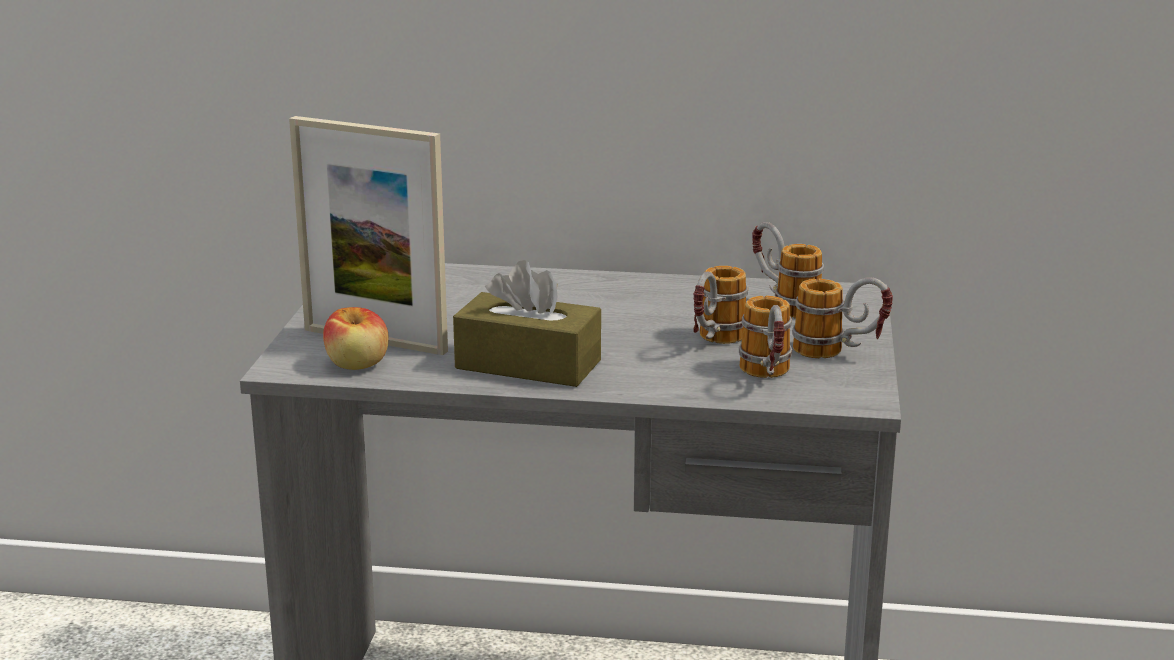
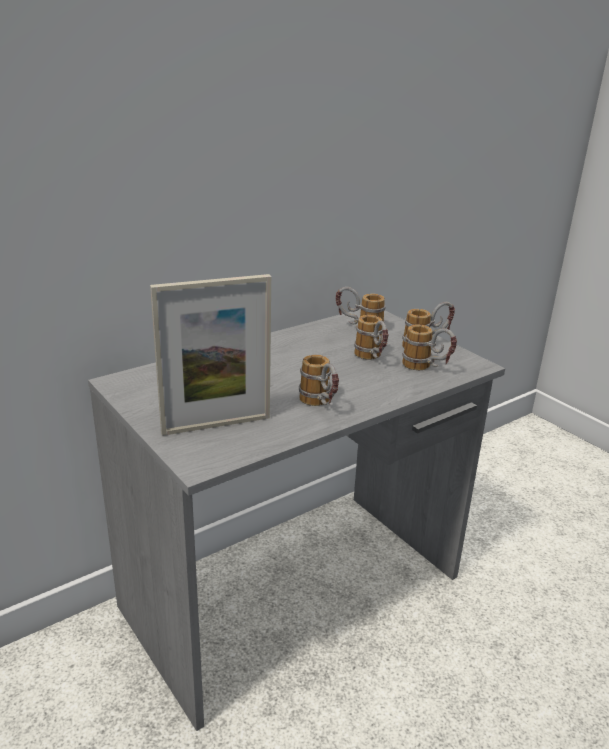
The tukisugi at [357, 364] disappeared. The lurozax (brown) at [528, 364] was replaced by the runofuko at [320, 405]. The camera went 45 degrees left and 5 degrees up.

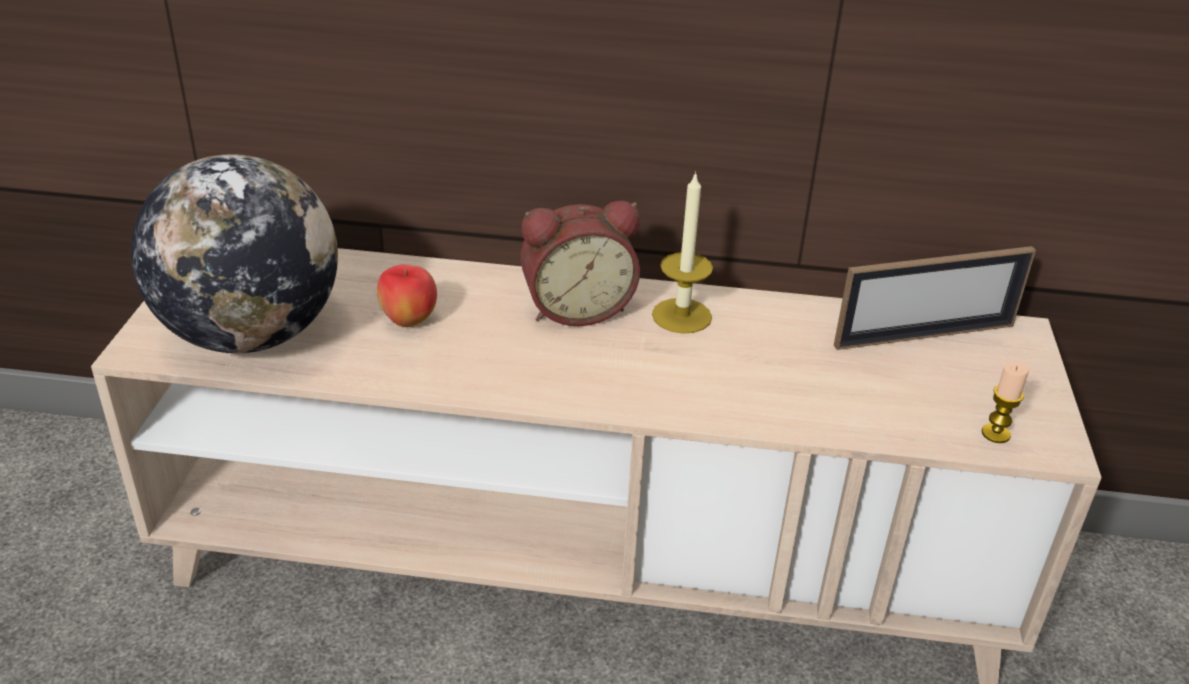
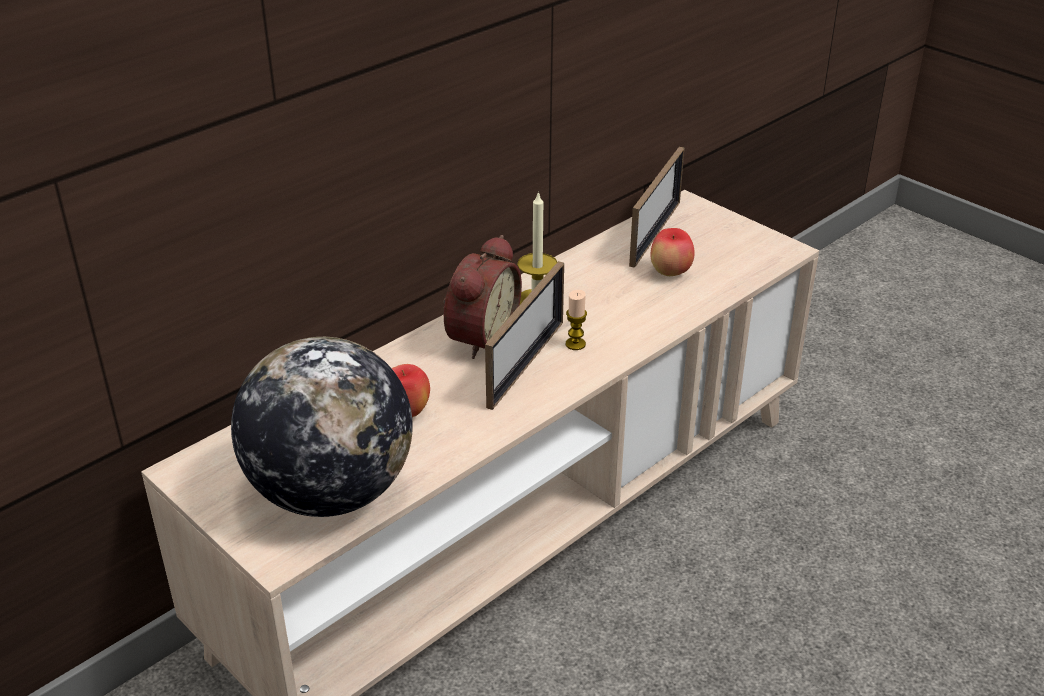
The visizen at [526, 363] appeared. The tukisugi at [670, 273] appeared. The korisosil moved from [995, 434] to [575, 344]. The camera went 50 degrees left and 0 degrees up.

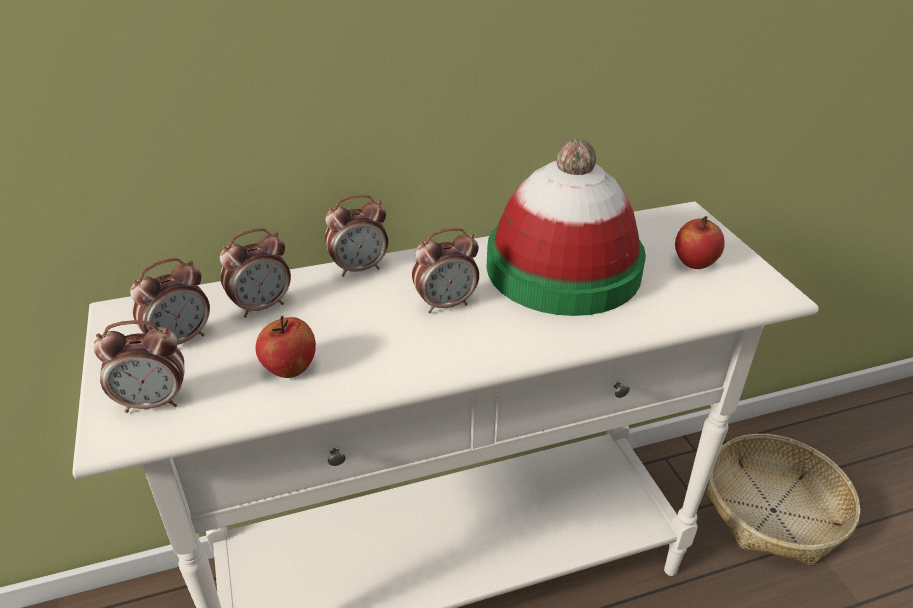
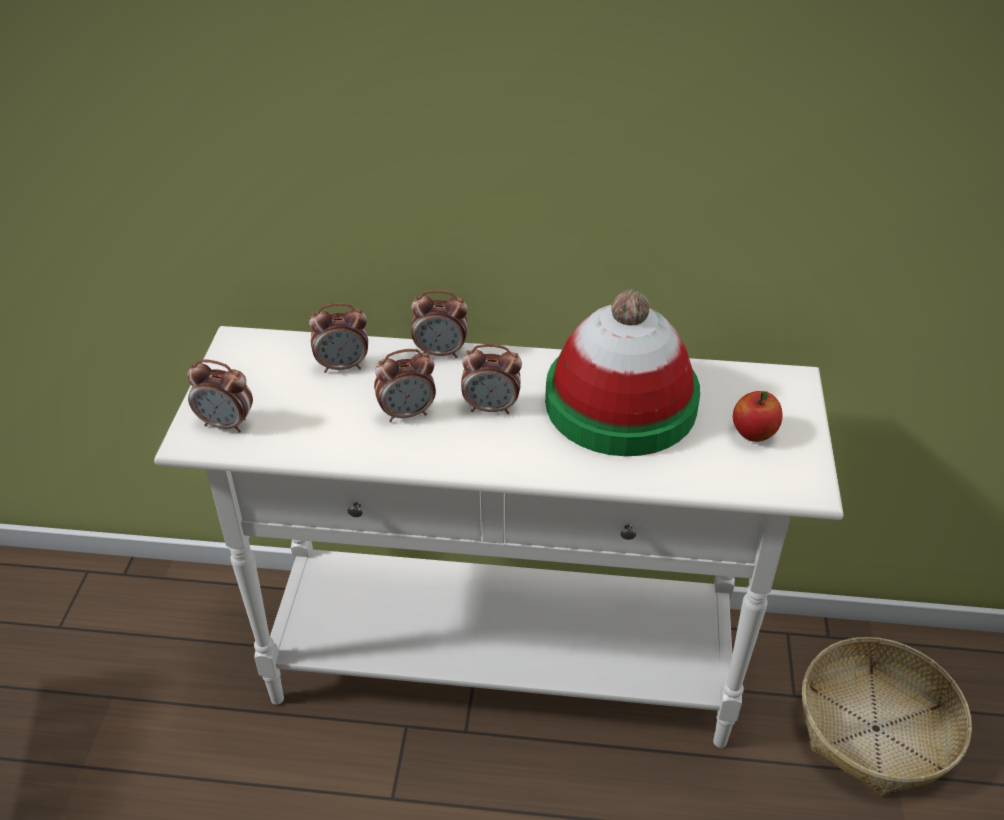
The tukisugi at [289, 369] disappeared. The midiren moved from [180, 339] to [407, 413]. The camera went 25 degrees right and 5 degrees up.

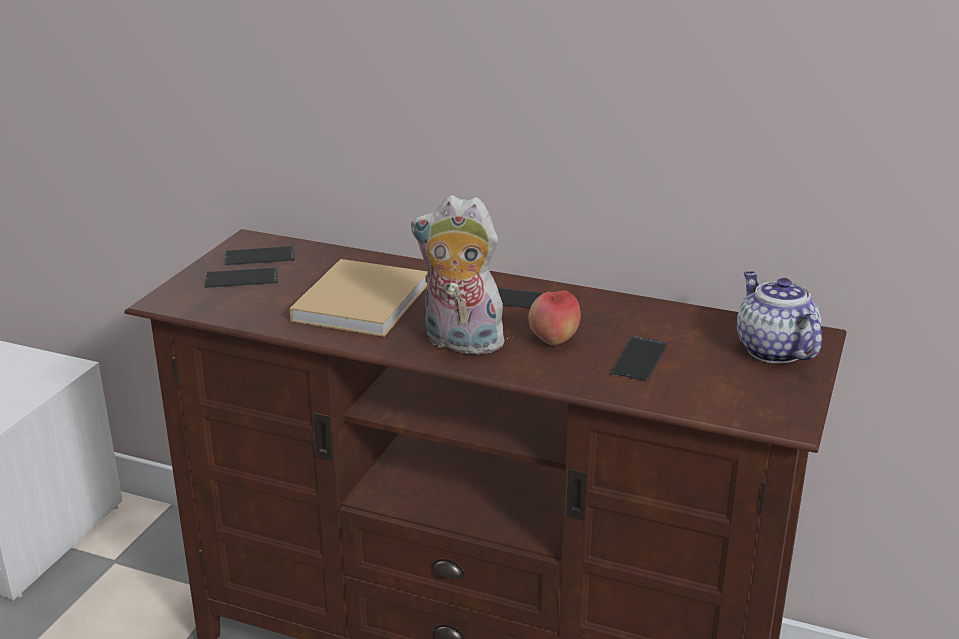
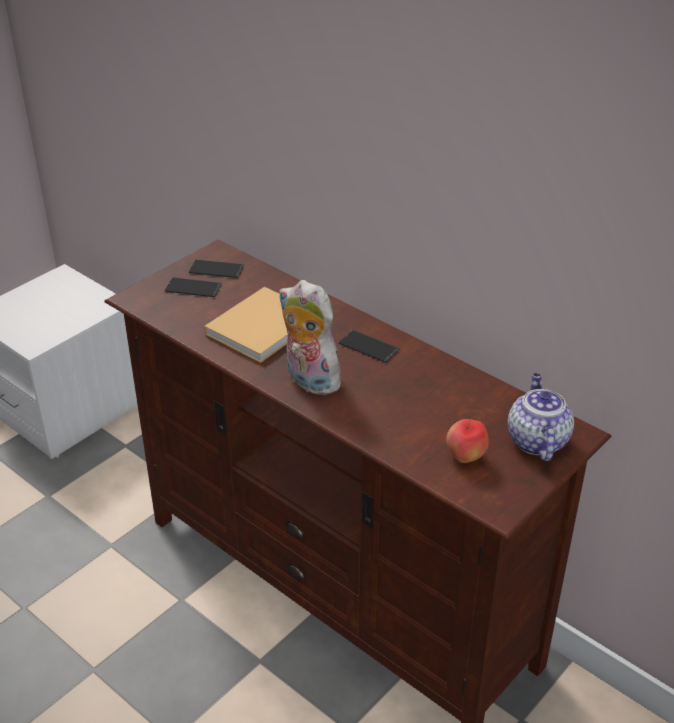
The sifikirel at [639, 359] disappeared. The tukisugi moved from [553, 341] to [465, 457]. The camera went 20 degrees right and 10 degrees up.

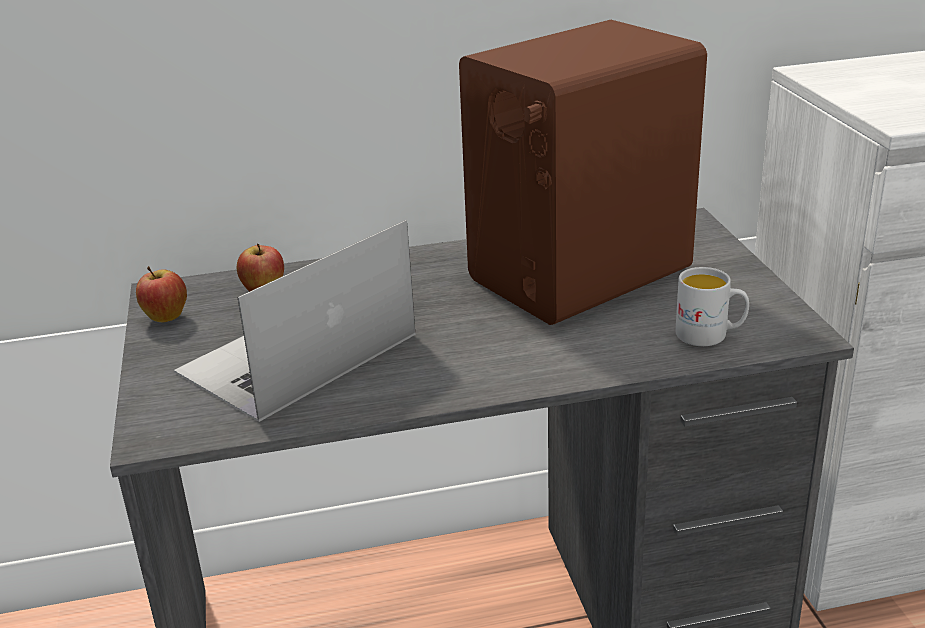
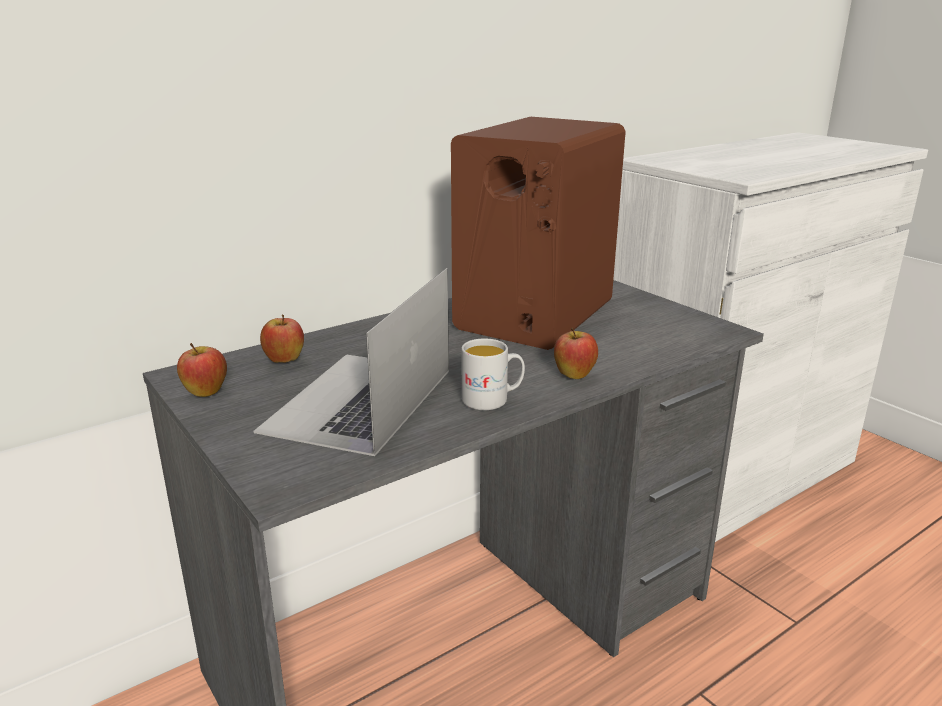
The tukisugi at [574, 376] appeared. The runofuko (white) moved from [710, 335] to [493, 399]. The camera went 25 degrees left and 5 degrees down.

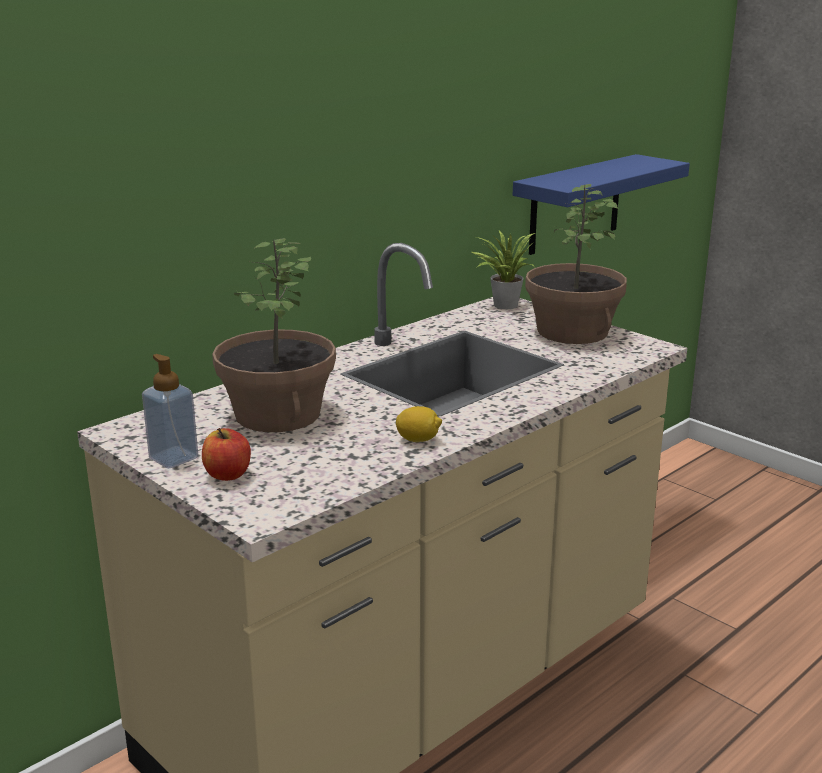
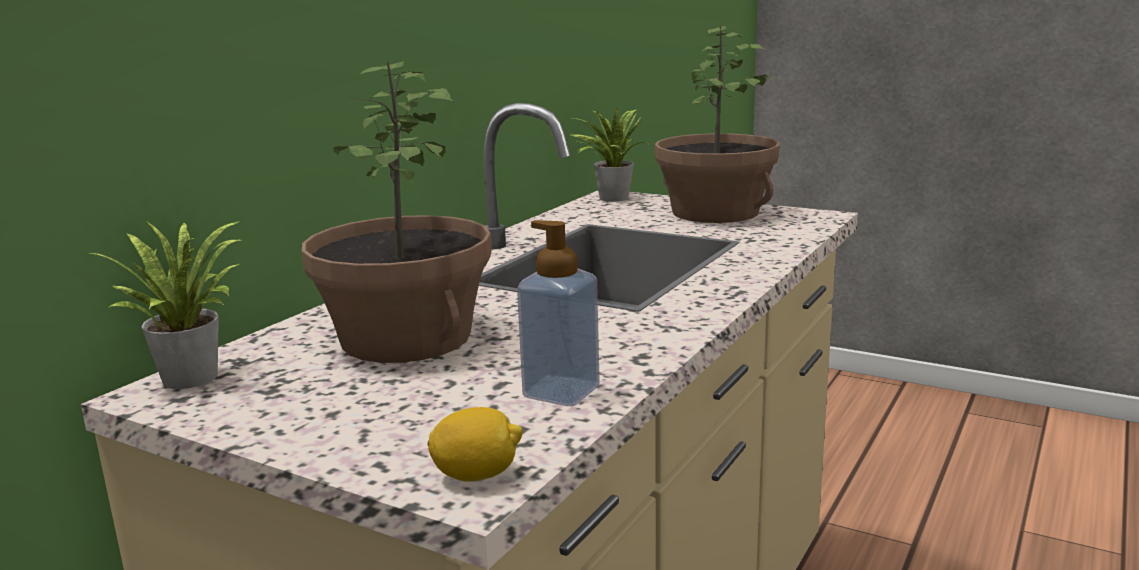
The tukisugi at [227, 474] disappeared. The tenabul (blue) at [575, 204] disappeared. The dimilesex at [194, 375] appeared. The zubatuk moved from [173, 458] to [561, 392]. The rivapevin moved from [418, 439] to [477, 475]. The camera went 15 degrees left and 5 degrees down.

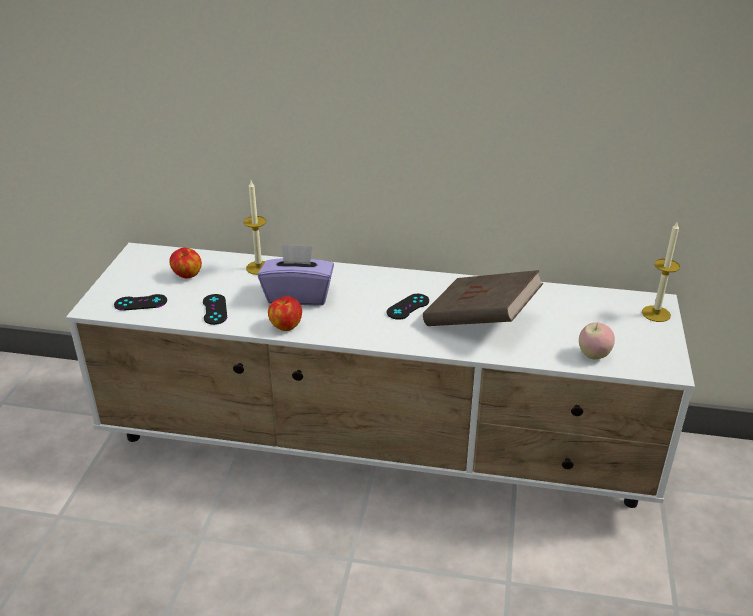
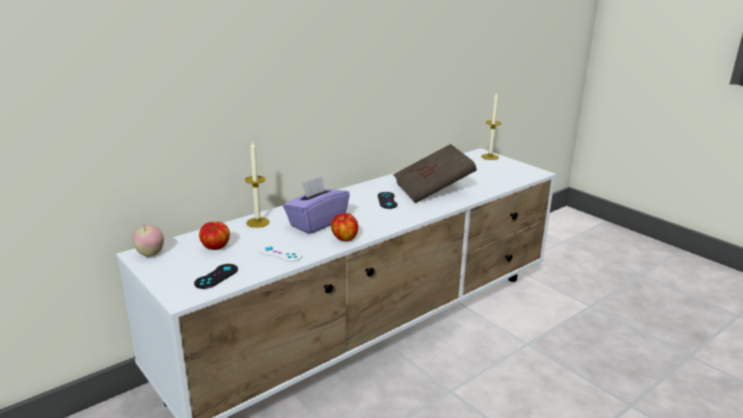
The tukisugi moved from [593, 355] to [150, 254]. The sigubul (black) at [215, 309] became the sigubul (white) at [280, 253]. The camera went 50 degrees left and 10 degrees down.

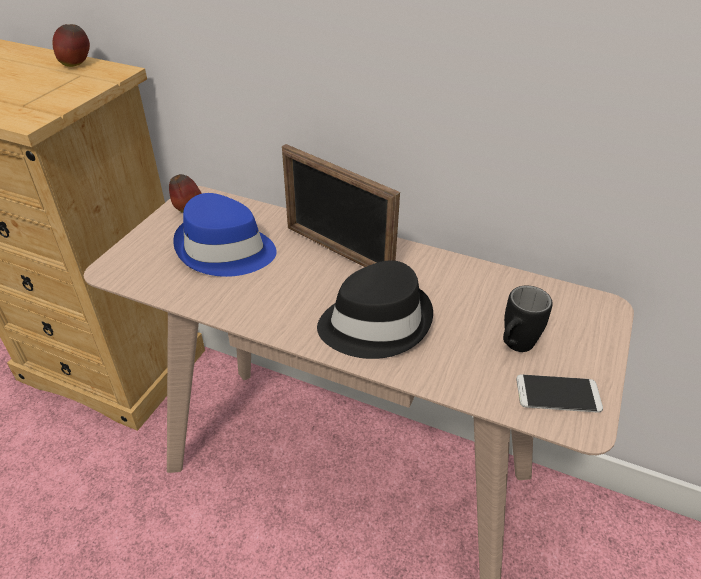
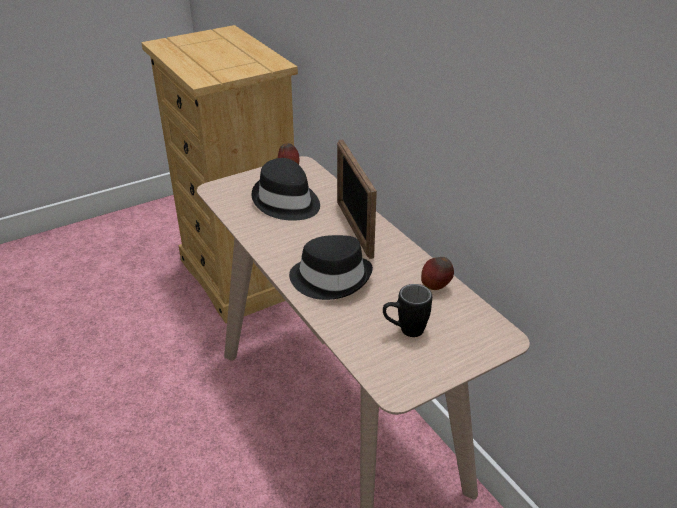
The sifikirel at [558, 394] disappeared. The tukisugi moved from [76, 65] to [435, 287]. The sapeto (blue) at [225, 250] became the sapeto (black) at [286, 202]. The camera went 35 degrees right and 5 degrees down.

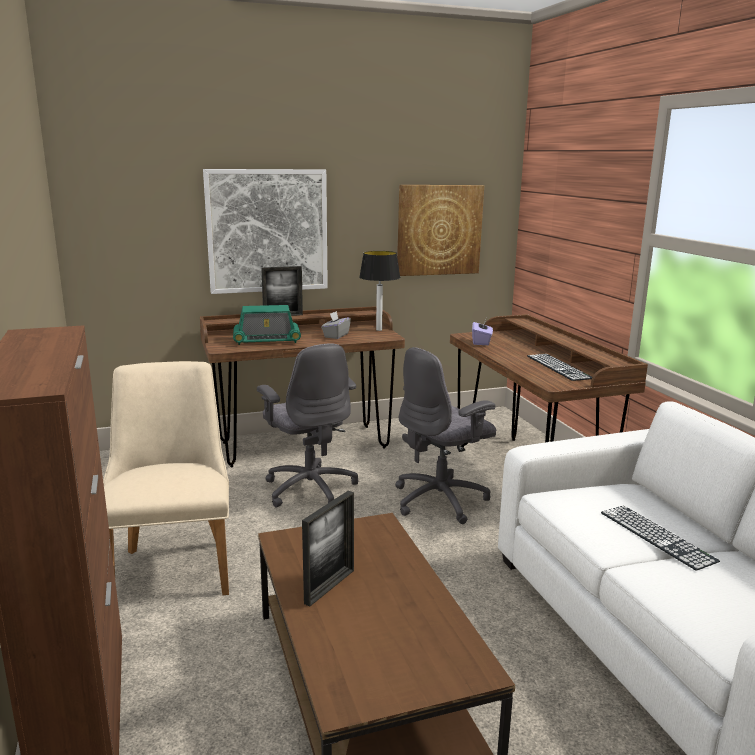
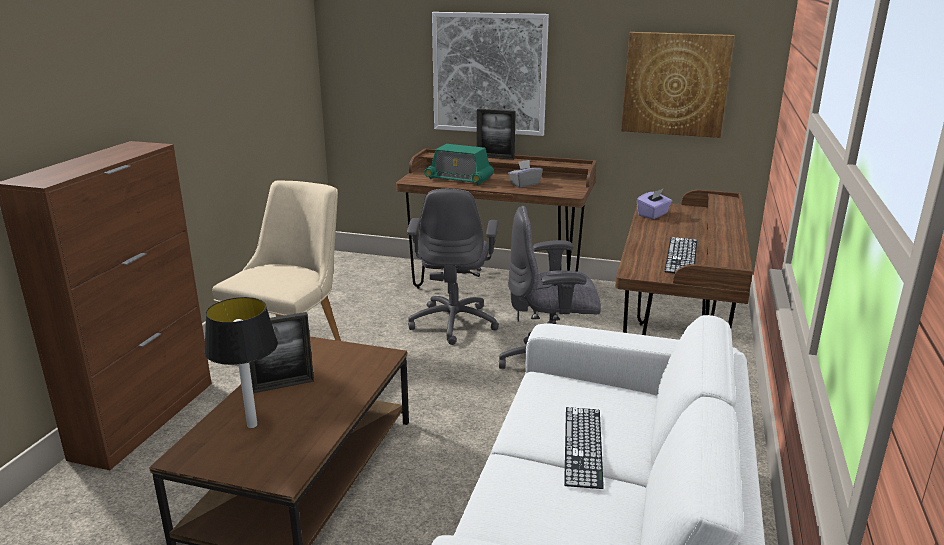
The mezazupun moved from [378, 330] to [251, 425]. The camera went 35 degrees right and 5 degrees up.

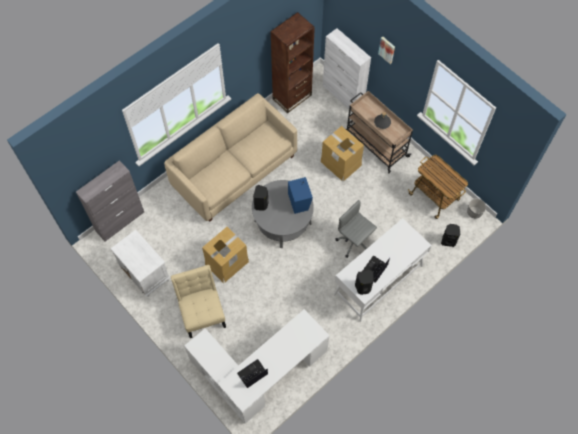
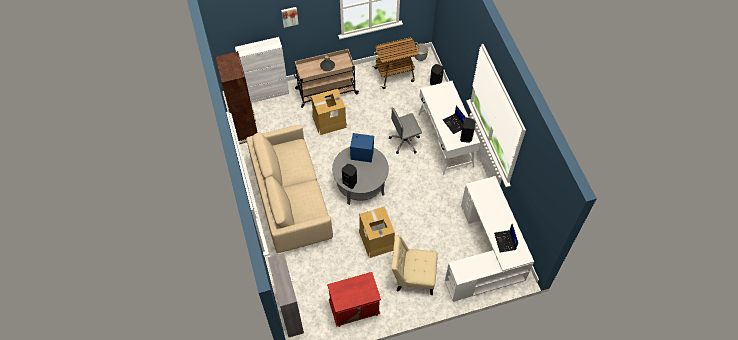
The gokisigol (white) at [145, 273] became the gokisigol (red) at [354, 309]. The camera went 65 degrees left and 5 degrees down.

